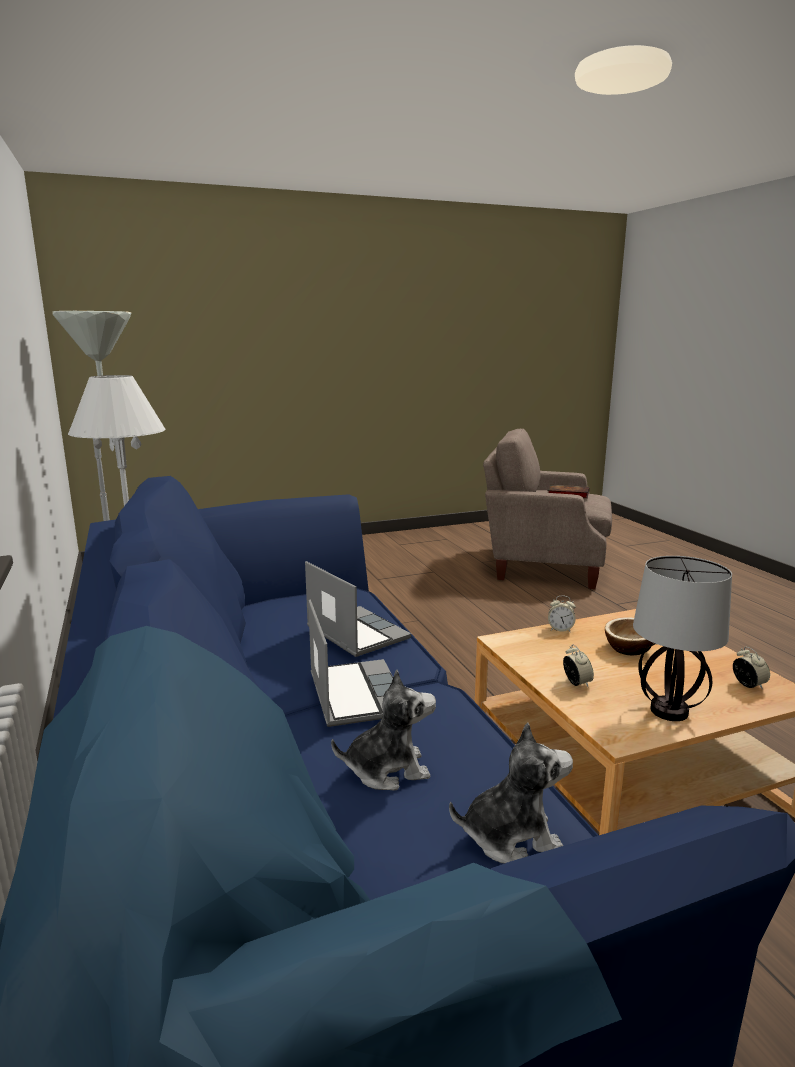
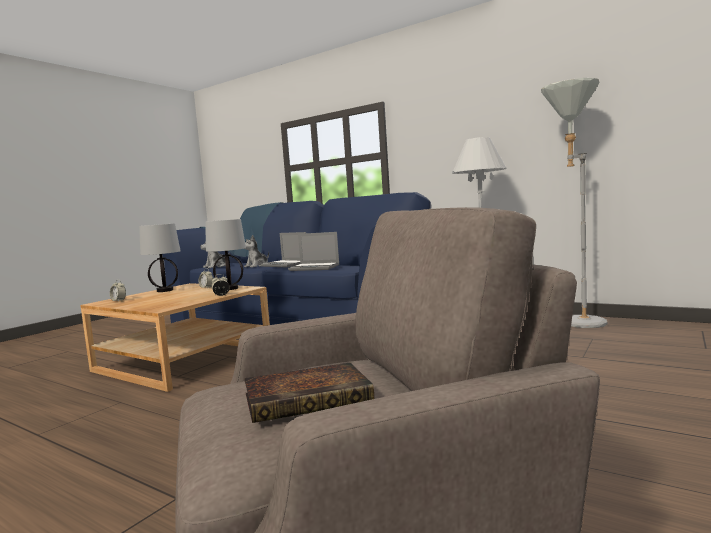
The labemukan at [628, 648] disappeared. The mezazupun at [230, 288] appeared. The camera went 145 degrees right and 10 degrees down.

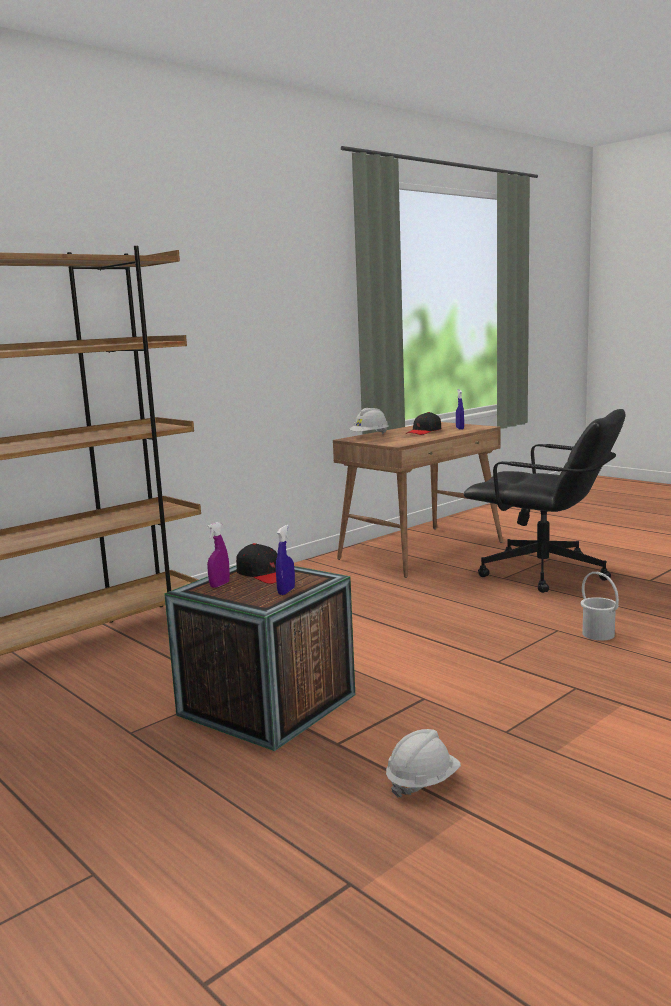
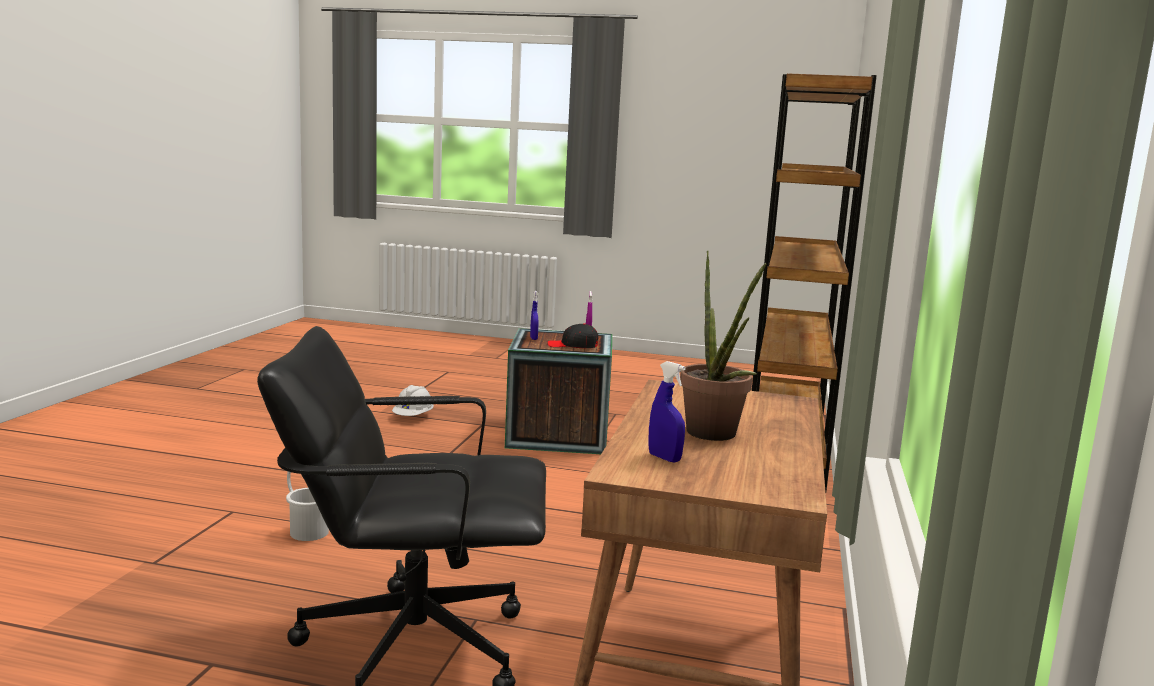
The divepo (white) at [370, 436] disappeared. The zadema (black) at [424, 432] was replaced by the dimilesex at [715, 436]. The camera went 145 degrees right and 0 degrees up.

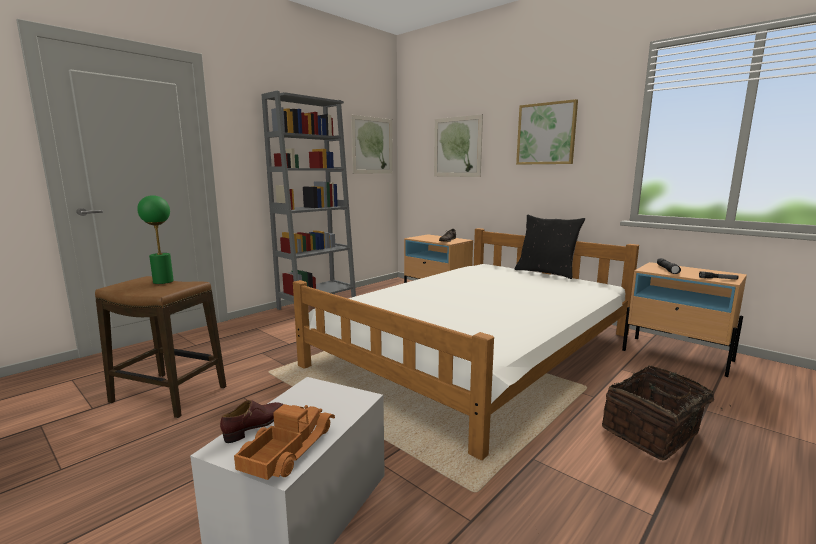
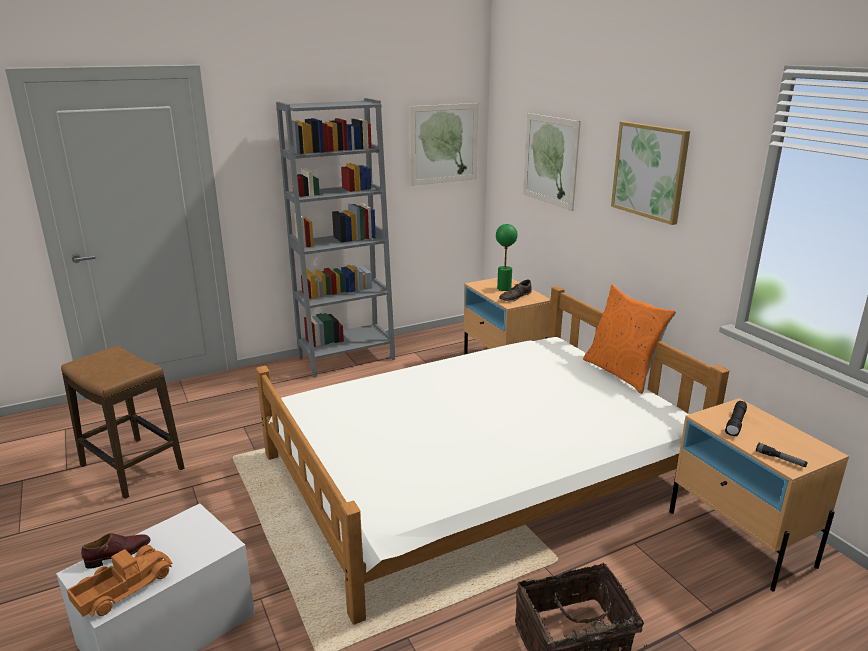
The mezazupun (green) moved from [163, 281] to [504, 288]. The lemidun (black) at [546, 272] became the lemidun (orange) at [621, 373]. The camera went 20 degrees right and 10 degrees up.

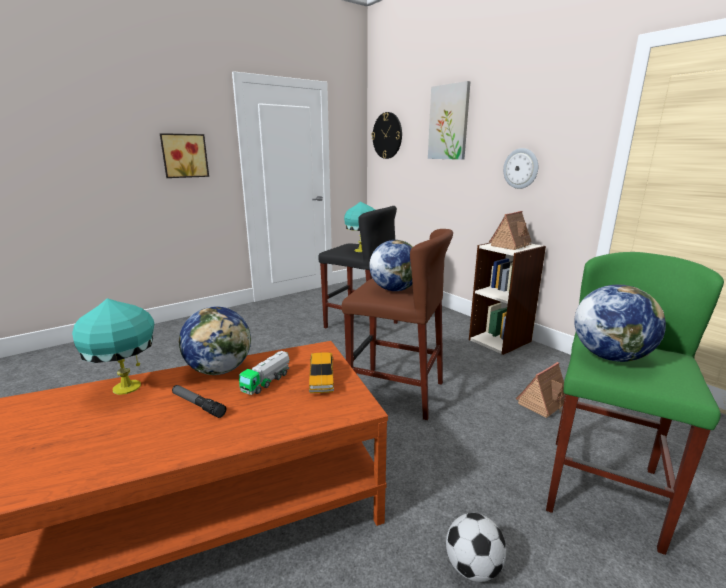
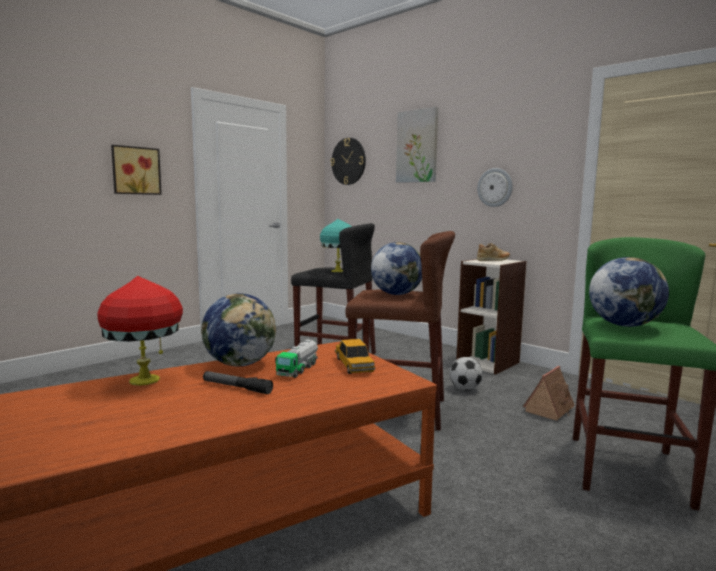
The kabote moved from [472, 568] to [465, 389]. The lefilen at [510, 245] was replaced by the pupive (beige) at [493, 260]. The mezazupun (turquoise) at [127, 388] became the mezazupun (red) at [145, 380]. The camera went 10 degrees left and 10 degrees down.

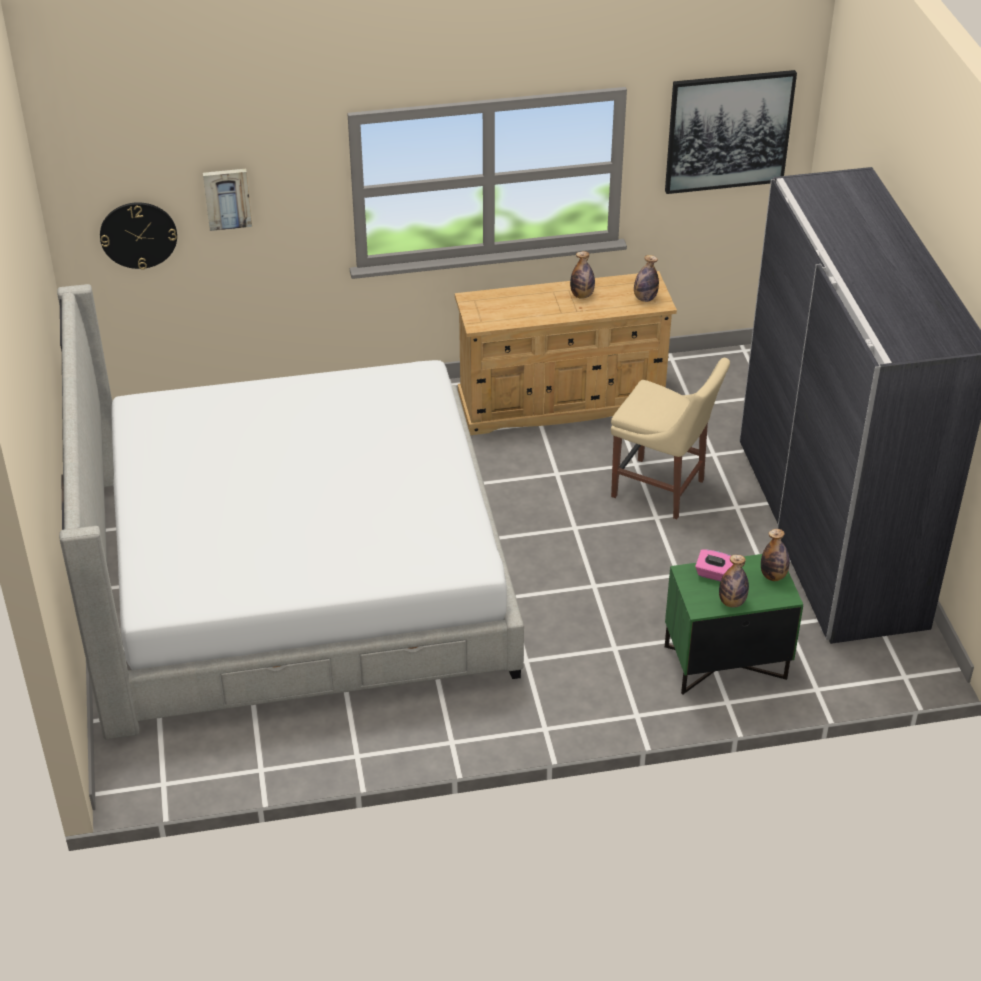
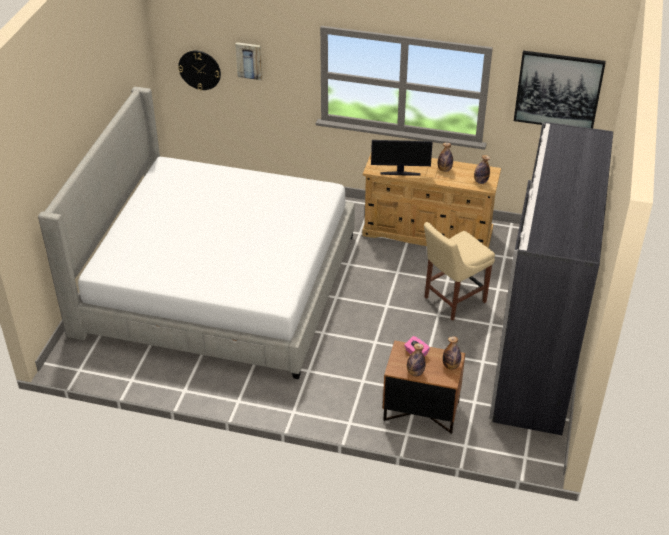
The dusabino at [400, 173] appeared. The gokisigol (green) at [725, 663] became the gokisigol (brown) at [420, 412]. The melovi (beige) at [662, 490] turned 90 degrees clockwise. The camera went 25 degrees right and 0 degrees up.

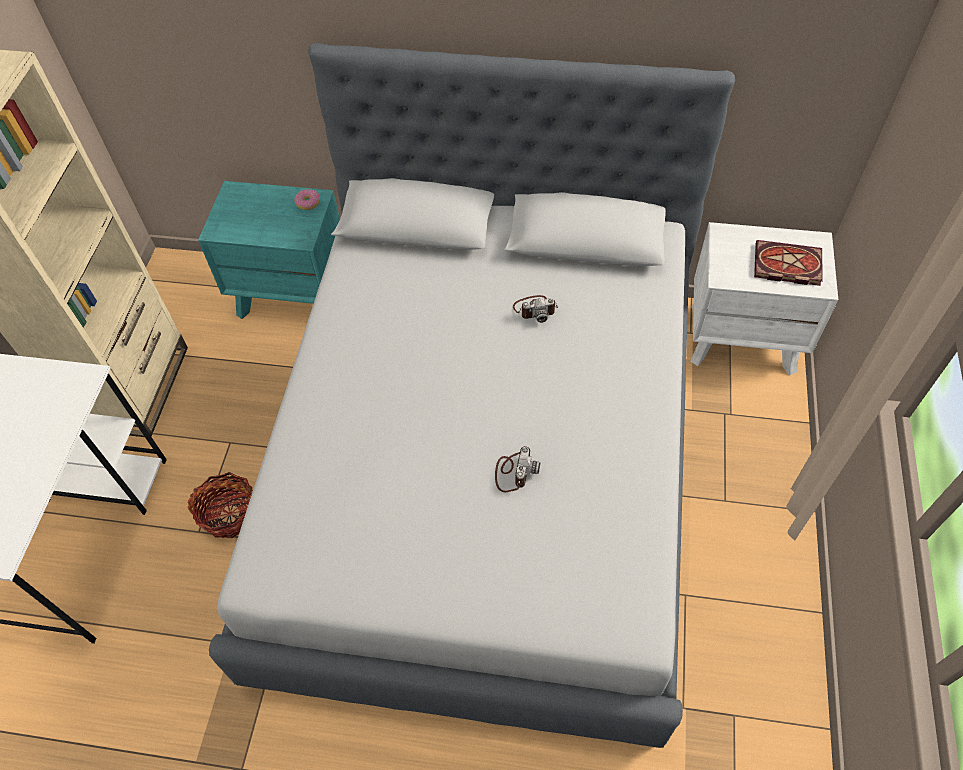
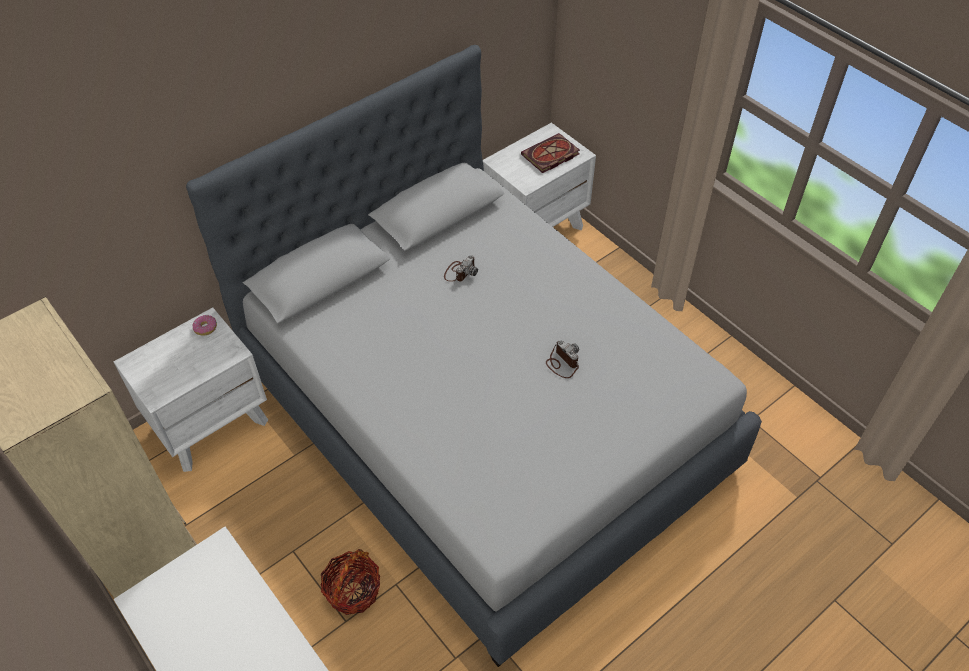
The gokisigol (turquoise) at [293, 293] became the gokisigol (white) at [211, 423]. The camera went 50 degrees left and 5 degrees down.

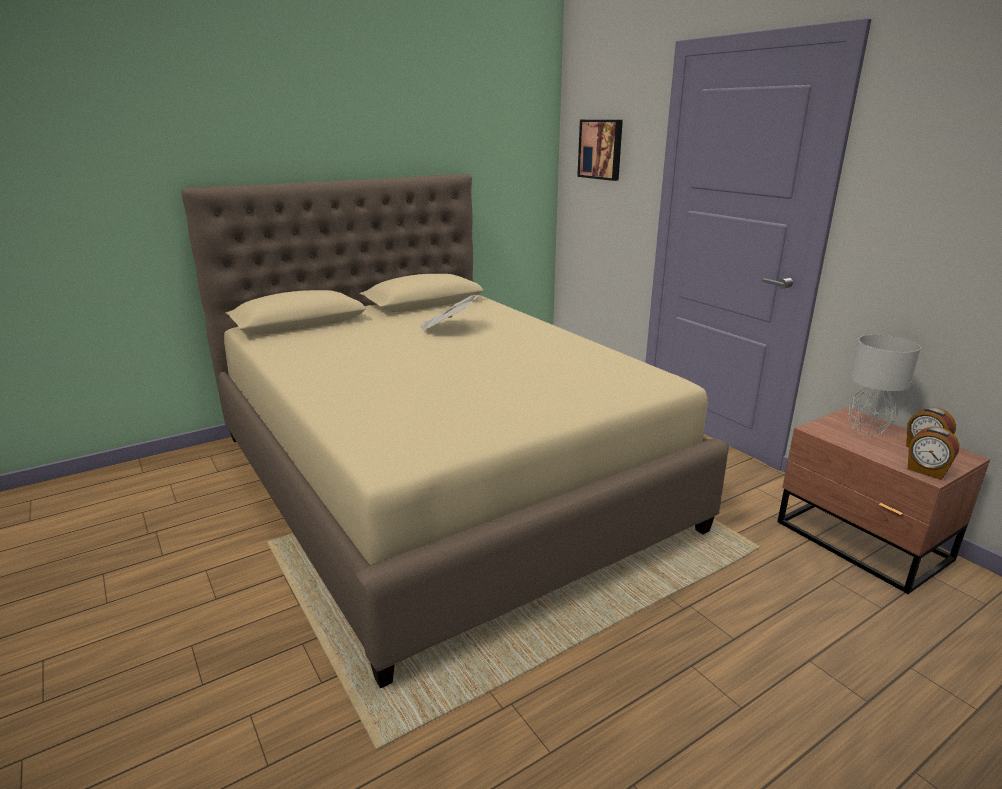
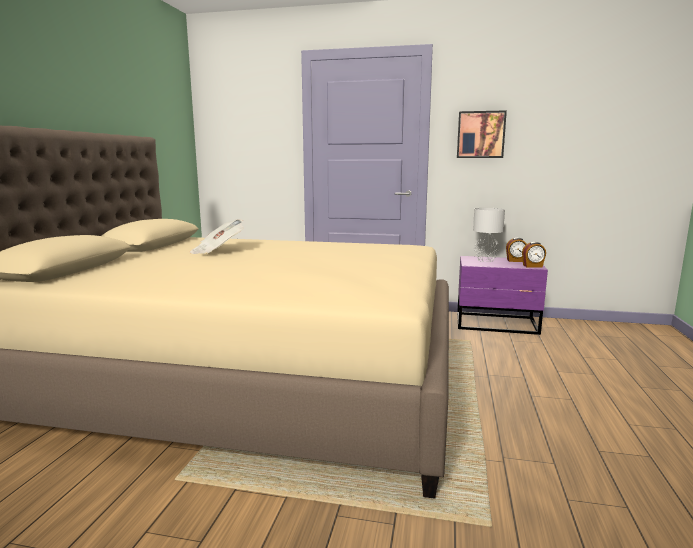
The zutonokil moved from [601, 149] to [480, 135]. The gokisigol (brown) at [862, 543] became the gokisigol (purple) at [497, 324]. The camera went 45 degrees left and 10 degrees down.

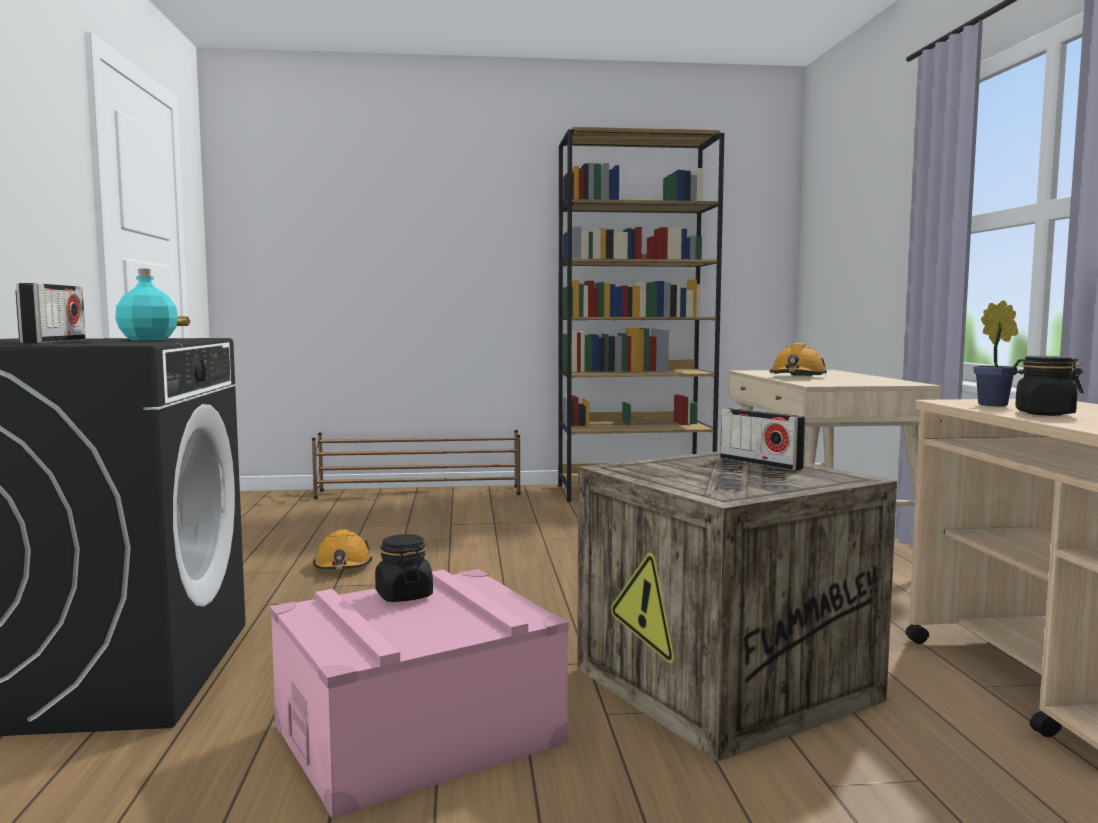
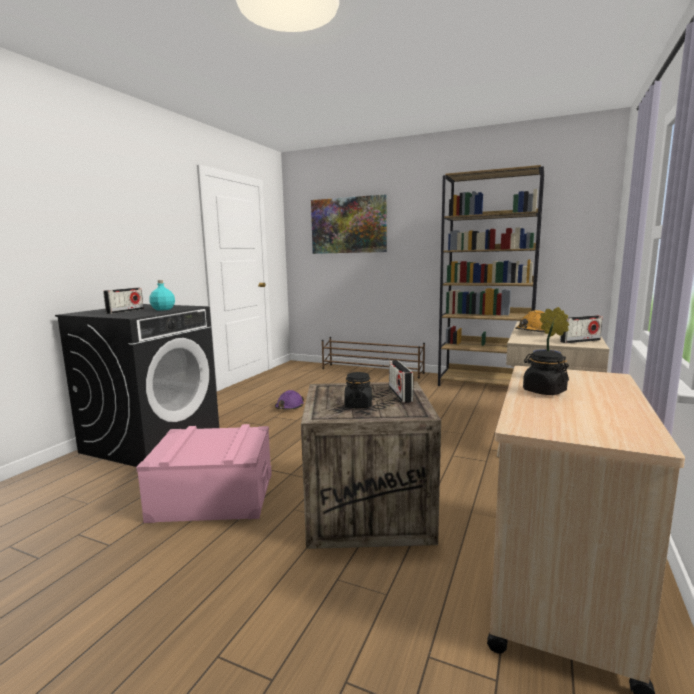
The zutonokil at [348, 225] appeared. The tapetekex at [580, 341] appeared. The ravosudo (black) moved from [403, 595] to [358, 405]. The divepo (orange) at [343, 566] became the divepo (purple) at [289, 407]. The camera went 30 degrees right and 5 degrees up.

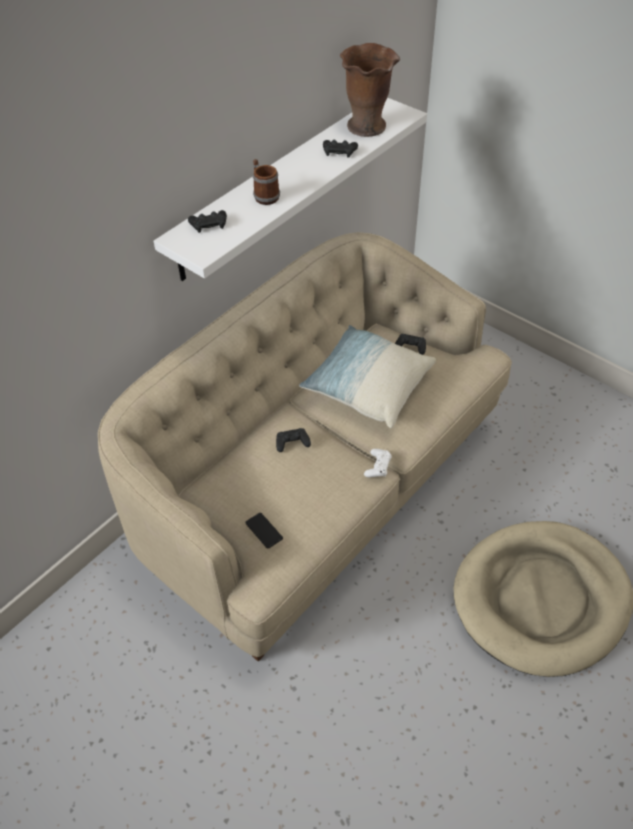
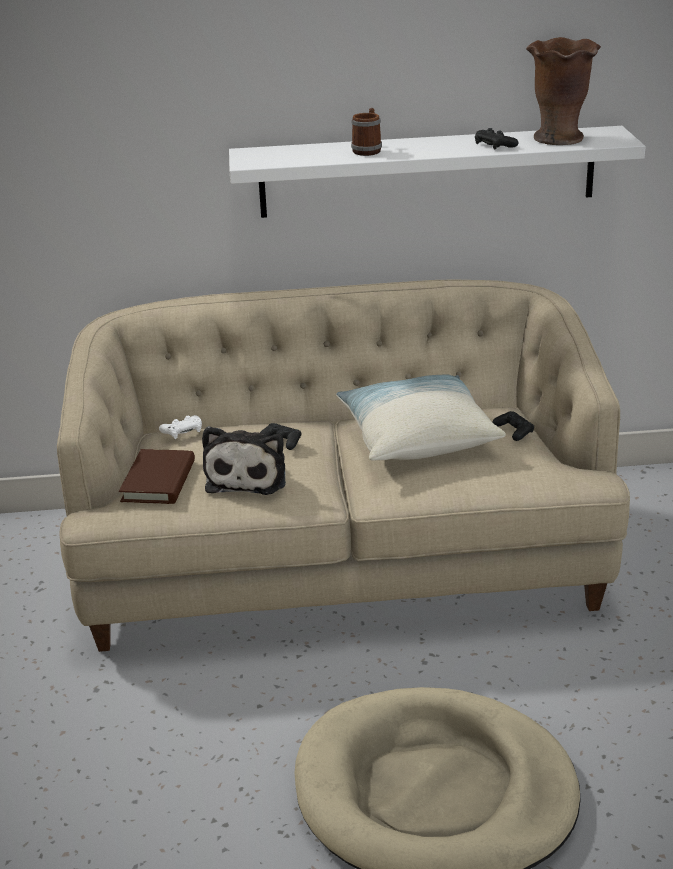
The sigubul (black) at [209, 225] disappeared. The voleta at [248, 476] appeared. The sigubul (white) moved from [378, 466] to [182, 431]. The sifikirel at [264, 531] was replaced by the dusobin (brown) at [159, 481]. The camera went 45 degrees right and 20 degrees down.

